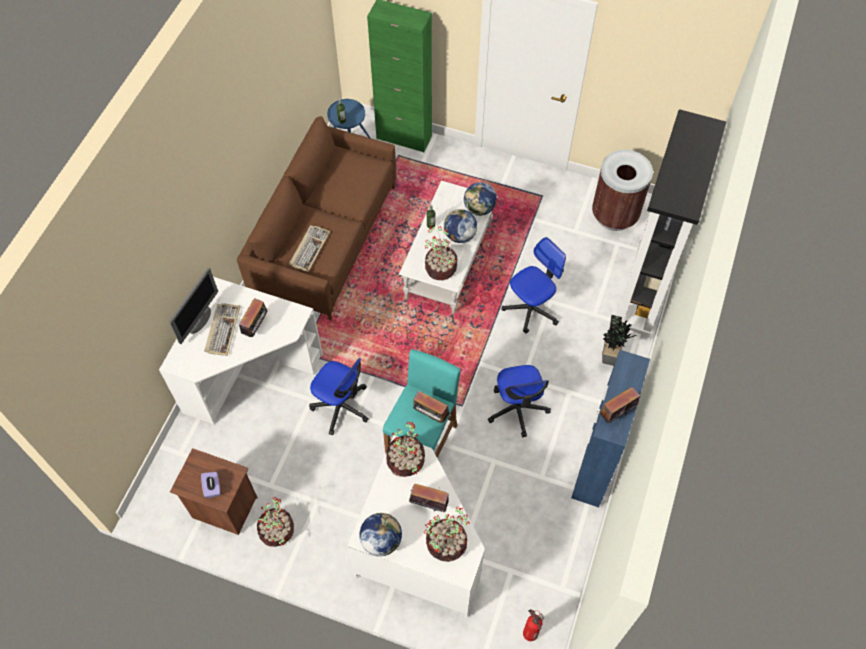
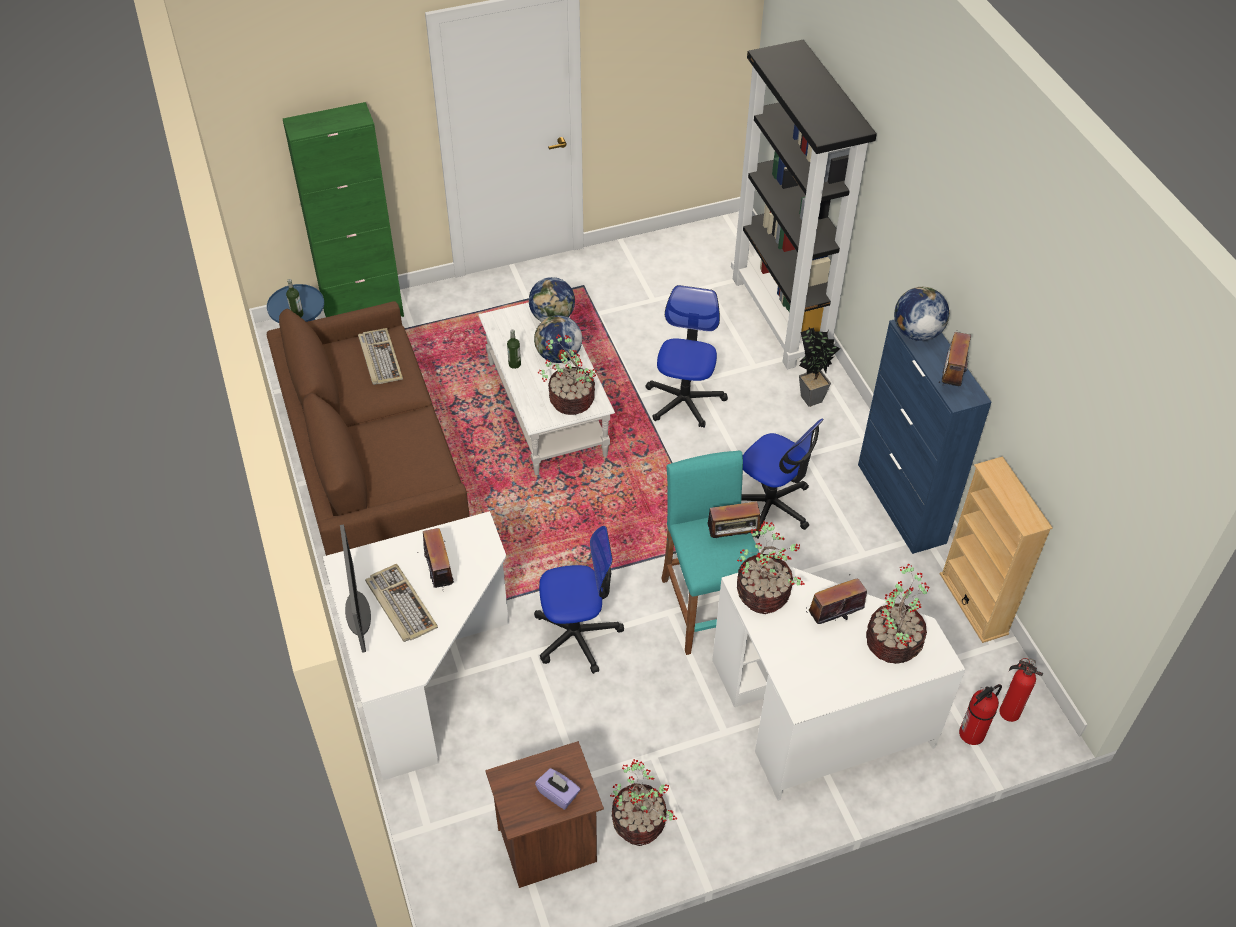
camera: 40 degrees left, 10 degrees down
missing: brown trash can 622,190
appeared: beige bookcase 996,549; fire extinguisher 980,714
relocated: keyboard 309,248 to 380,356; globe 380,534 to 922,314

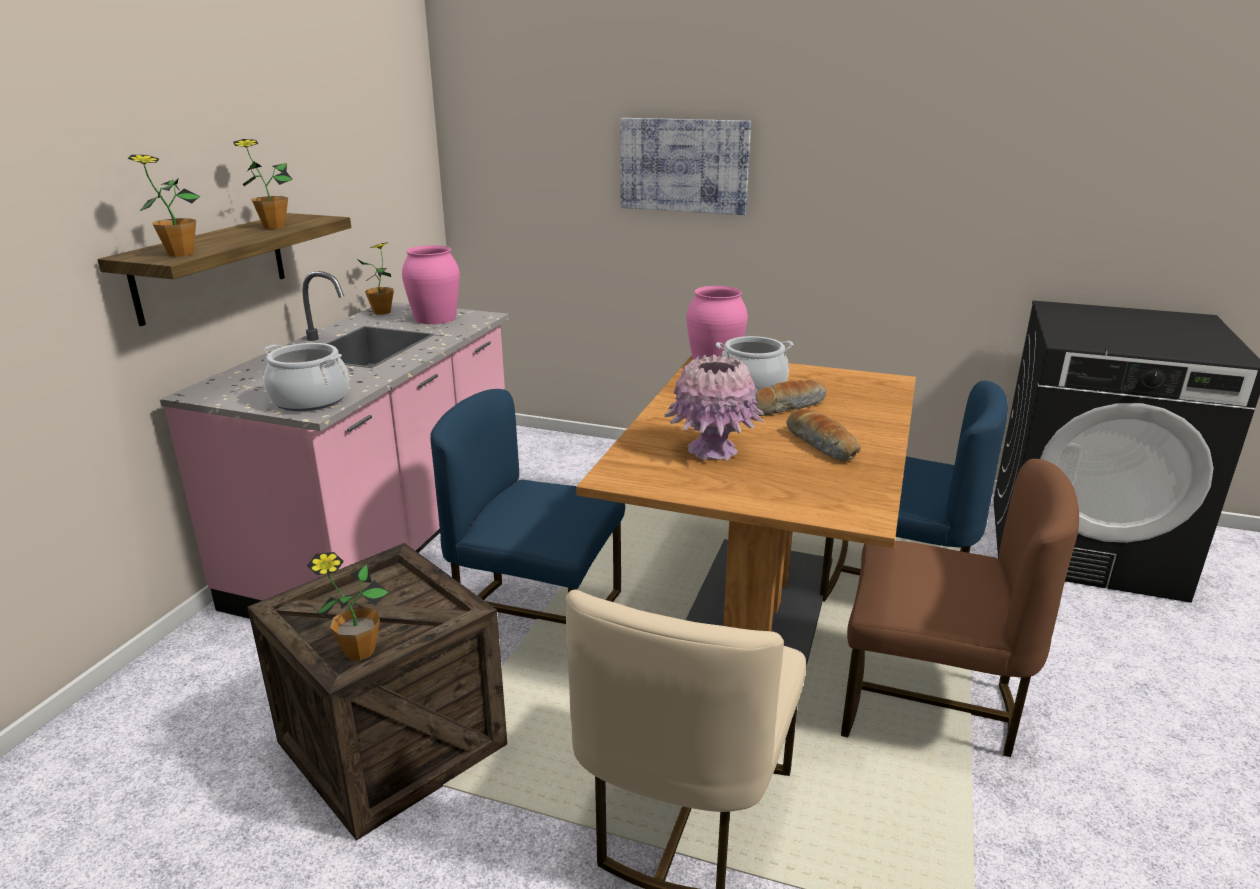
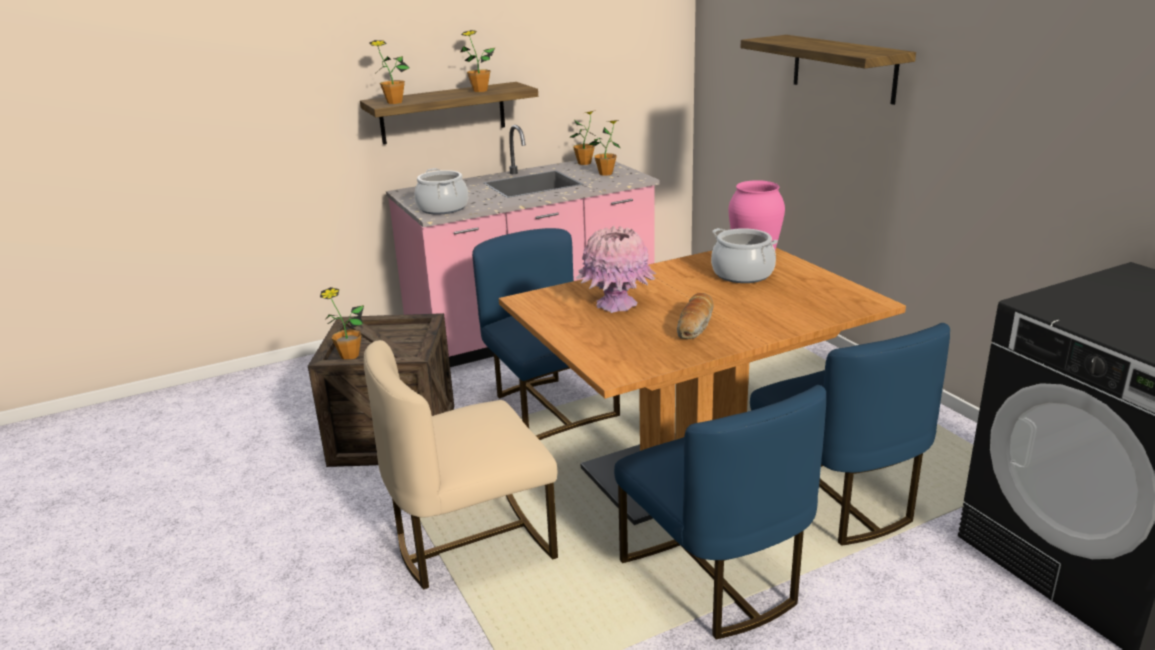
camera: 45 degrees right, 0 degrees up
missing: bread 790,398
exchanged: pink vase 431,284 to potted plant 604,148; picture 685,166 to shelf 828,70
colour: brown chair 960,608 to blue chair 720,512

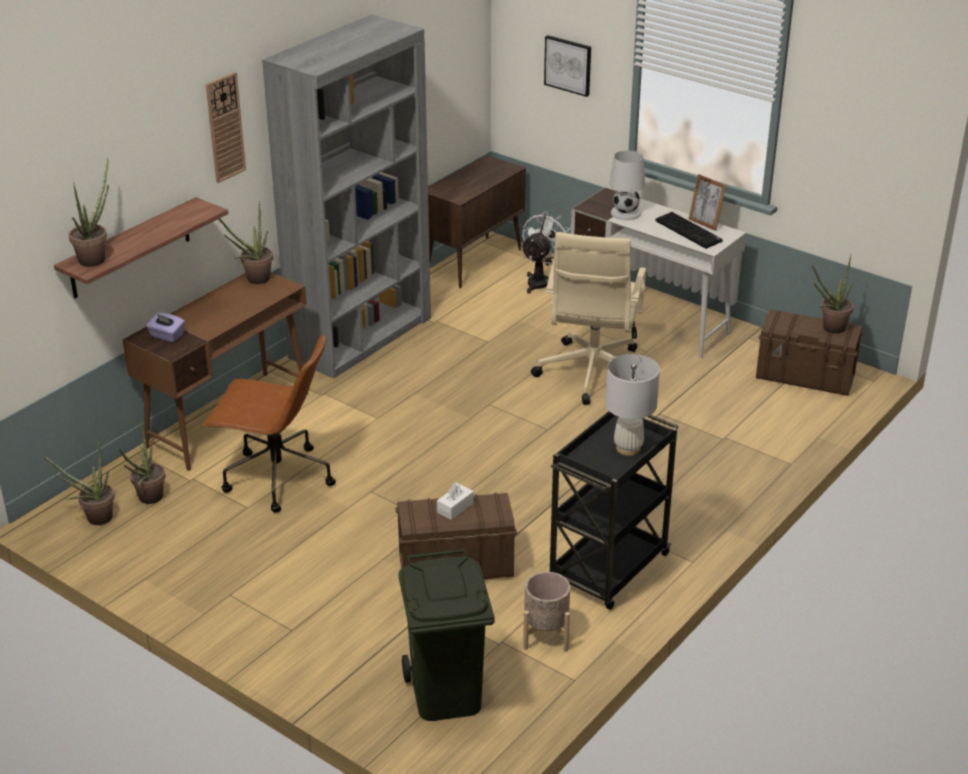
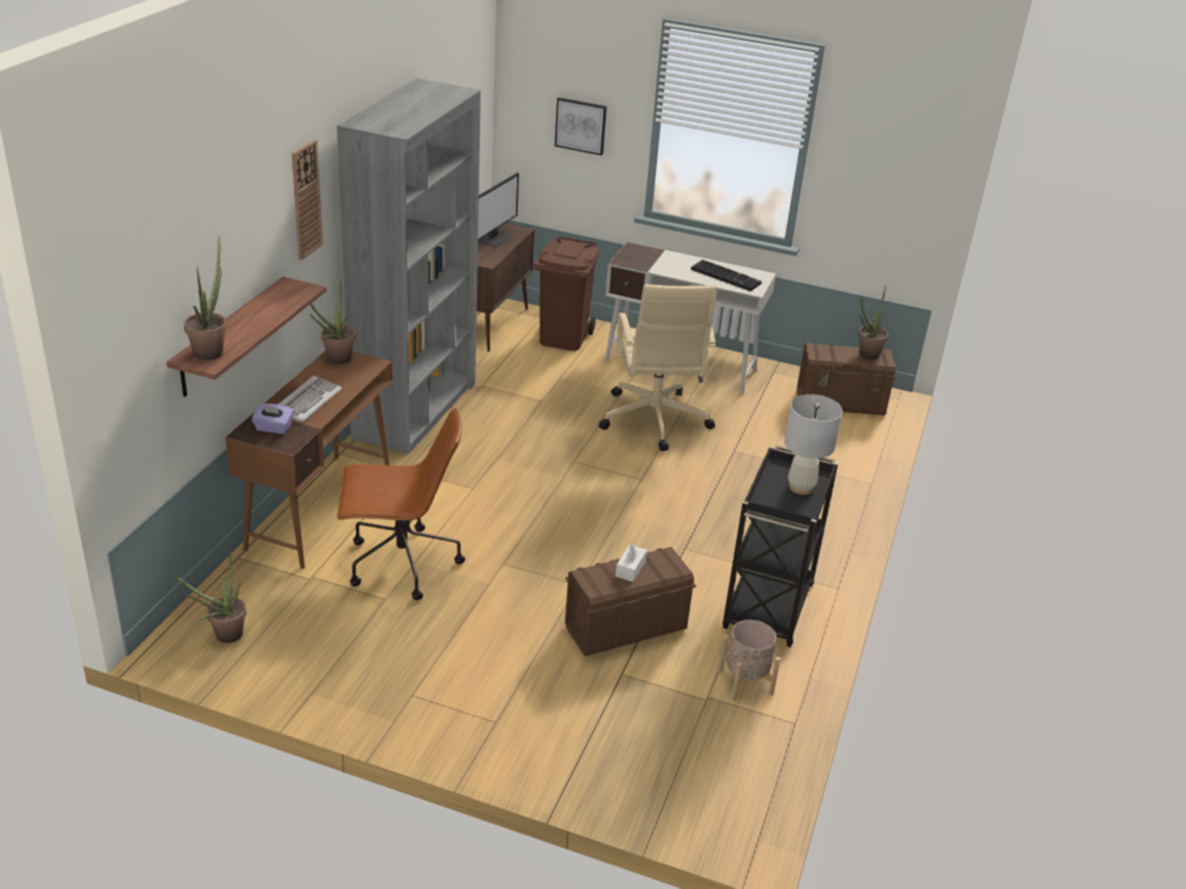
camera: 20 degrees left, 0 degrees up
missing: potted plant 142,461; green trash can 447,635; white table lamp 627,185; picture frame 707,202
appeared: keyboard 310,399; monitor 498,210
exchanged: white fan 546,252 to brown trash can 567,293

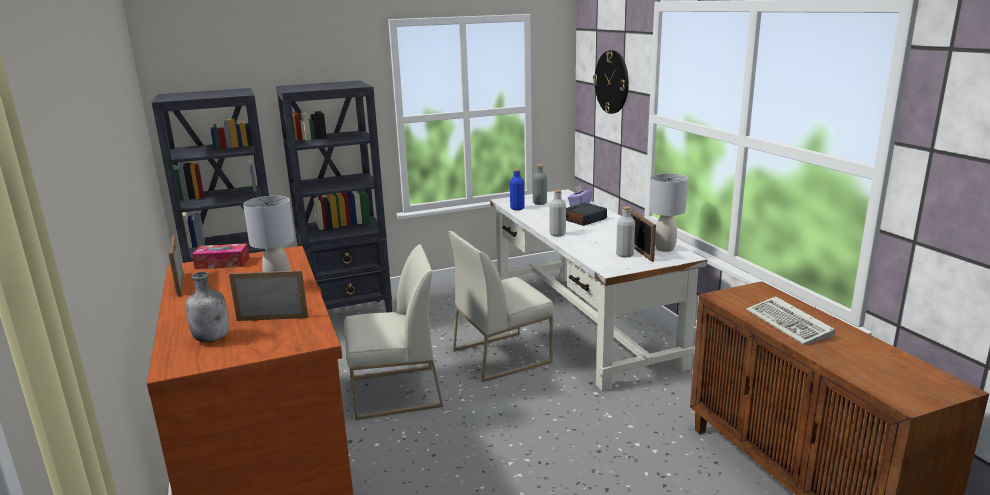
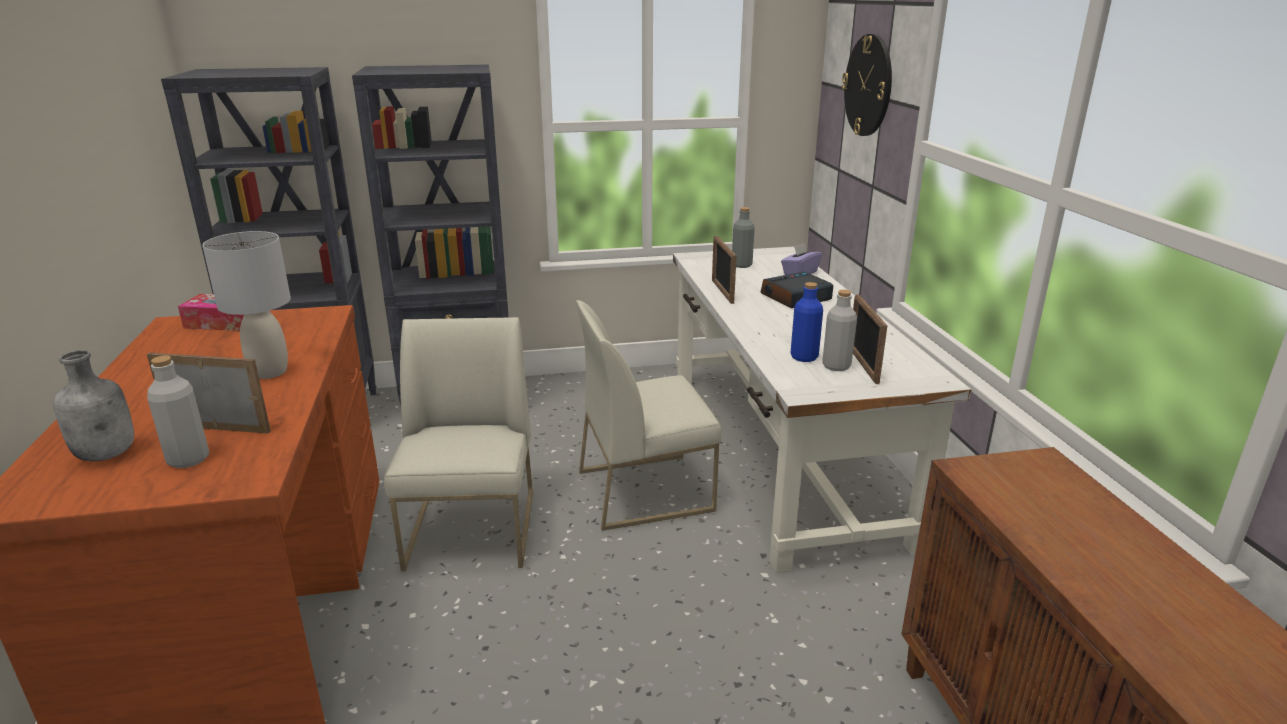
camera: 10 degrees right, 5 degrees up
missing: grey table lamp 668,212; keyboard 790,320
relocated: picture frame 176,265 to 724,270; blue bottle 517,189 to 807,322; grey bottle 557,213 to 178,412
spun: white chair 393,332 = 458,444 90 degrees counterclockwise

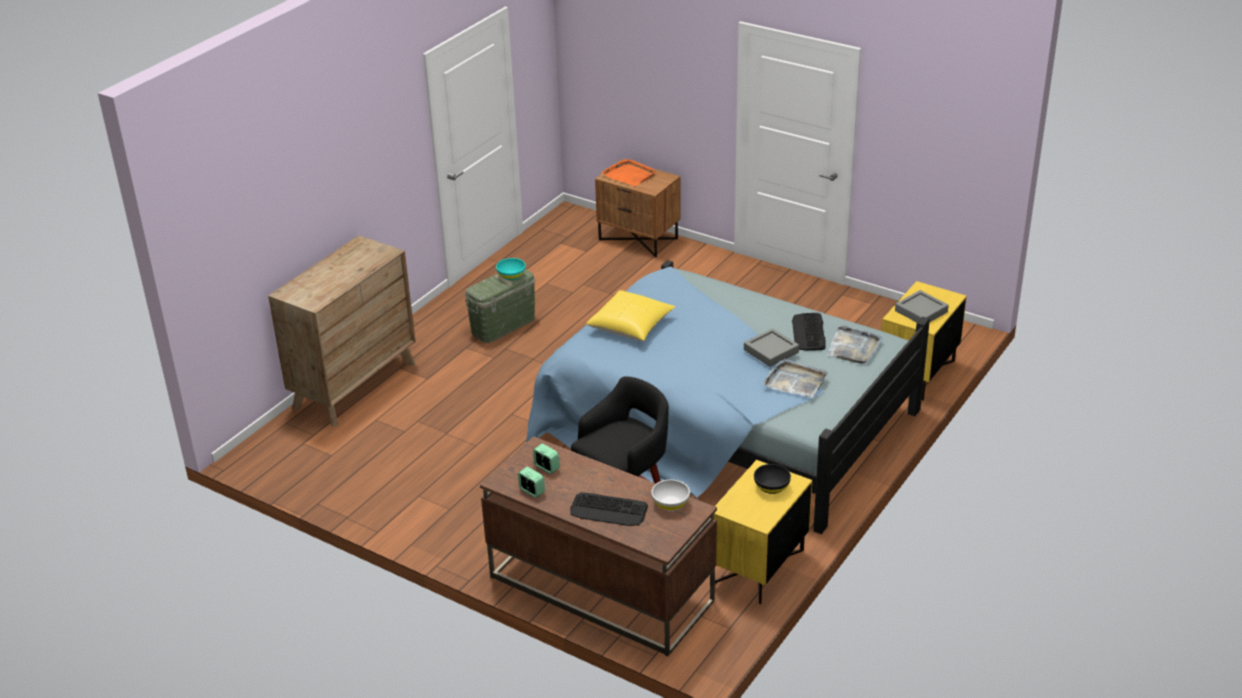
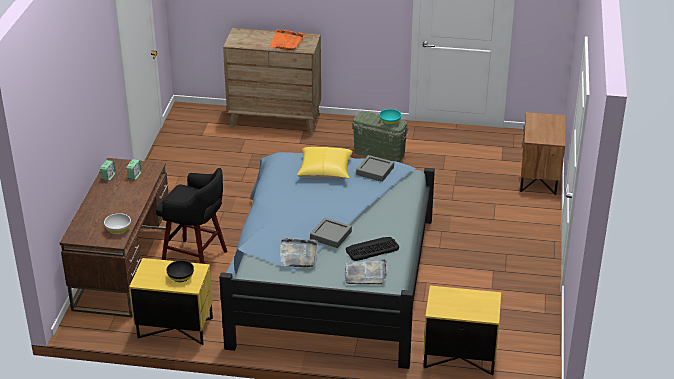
camera: 65 degrees right, 0 degrees up
missing: keyboard 609,509
relocated: orange tray 629,172 to 287,40; grey tray 922,306 to 375,168

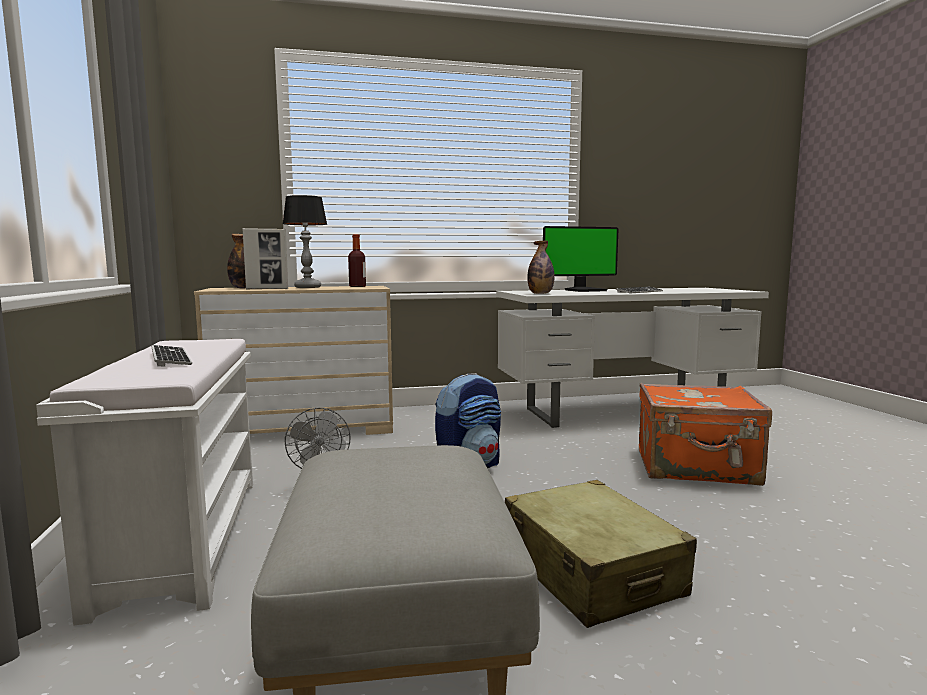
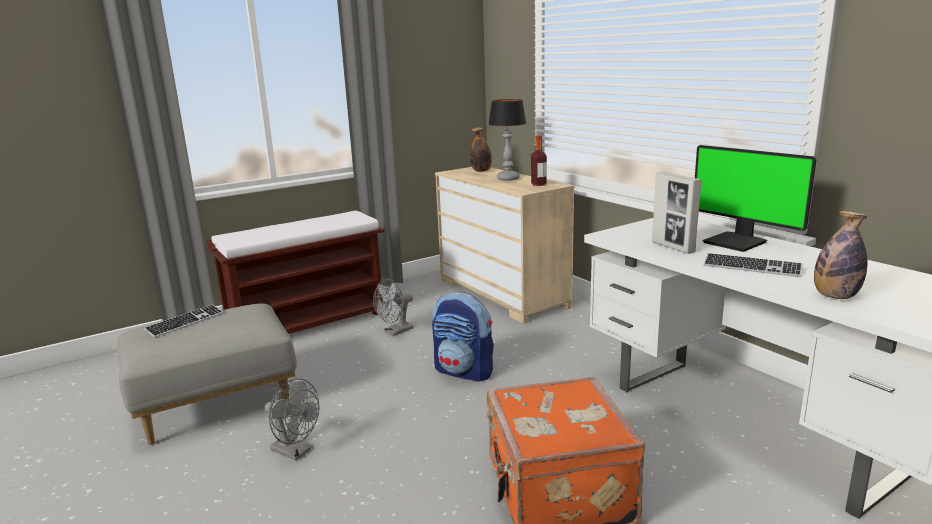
camera: 70 degrees right, 10 degrees up
relocated: keyboard 172,356 to 184,321; picture frame 265,259 to 677,213; bottle 541,267 to 841,255
exchanged: beige suitcase 601,554 to grey fan 292,419
colour: white bench 144,482 to brown bench 295,272

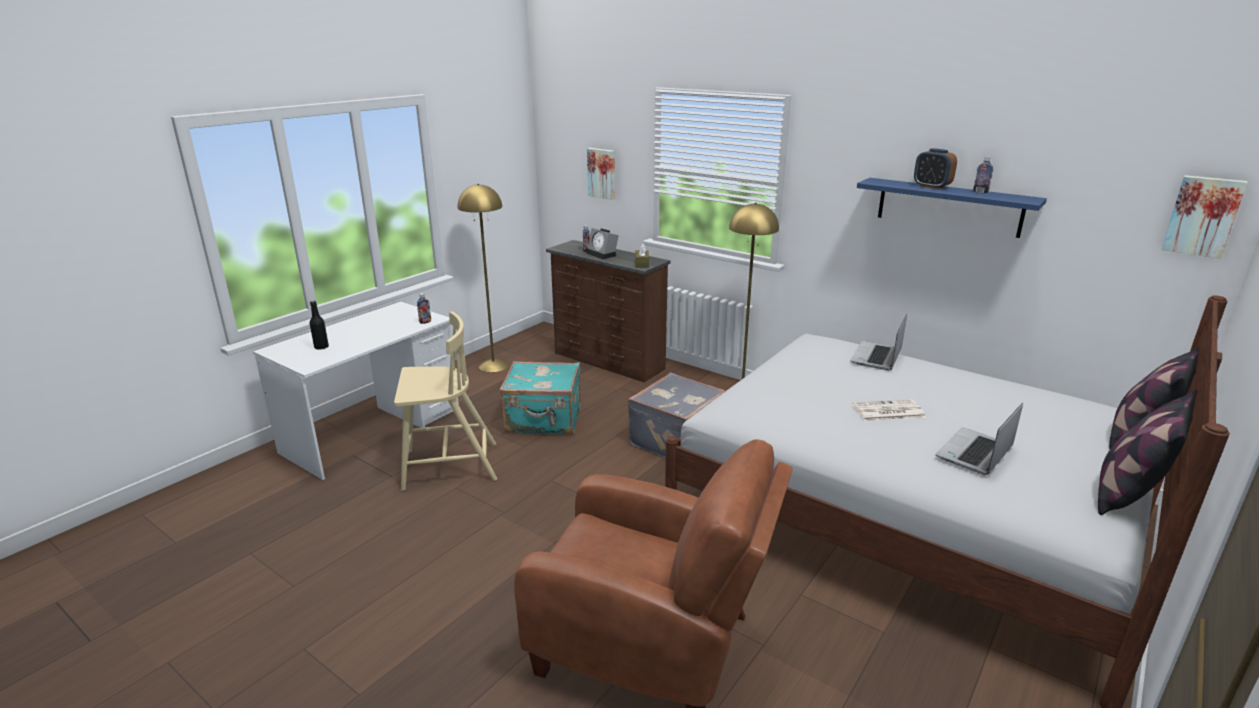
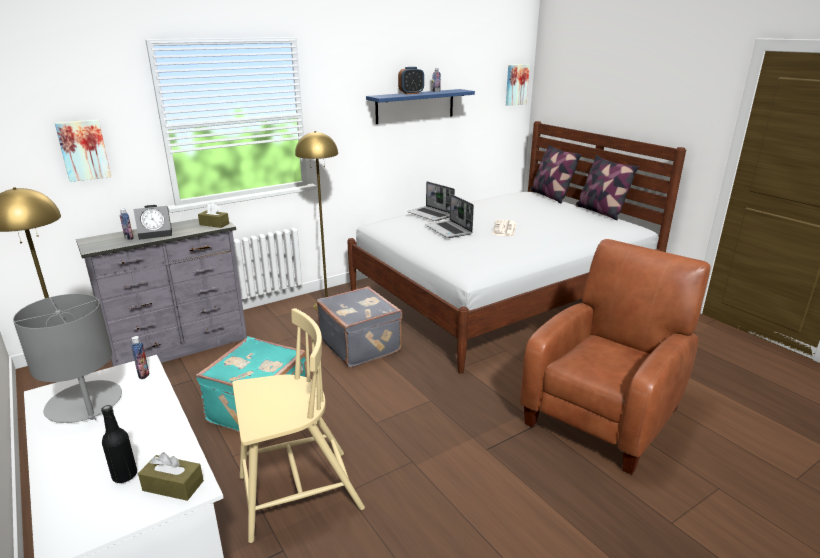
camera: 70 degrees left, 0 degrees up
appeared: grey table lamp 67,358; brown tissue box 171,476
relocated: laptop 979,439 to 450,216
colour: brown dresser 608,311 to grey dresser 161,293
spun: beige chair 445,401 = 298,425 60 degrees clockwise

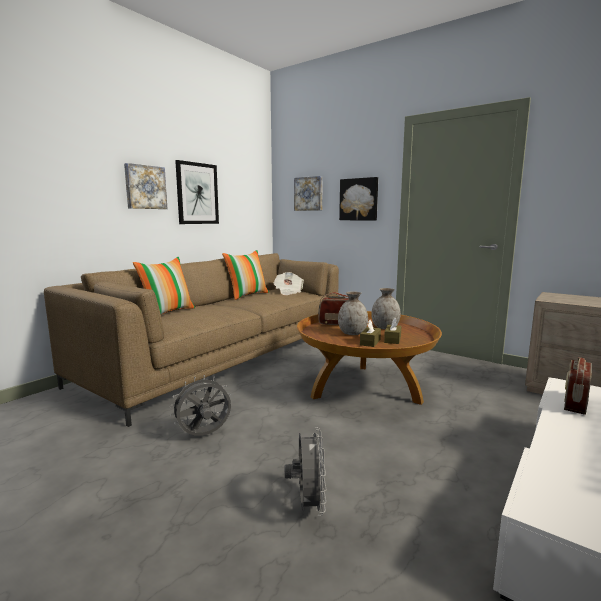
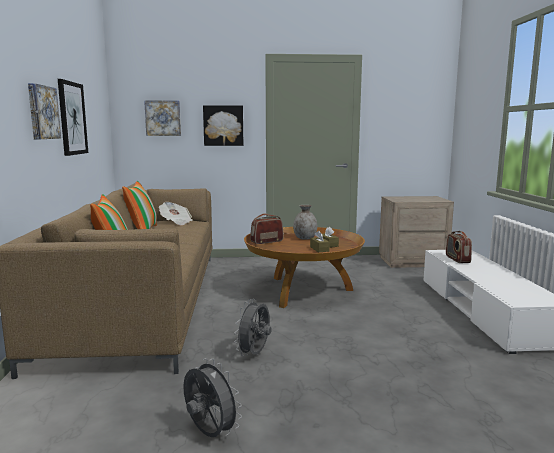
camera: 40 degrees left, 0 degrees up
missing: grey vase 353,313
relocated: grey fan 305,471 to 212,397

